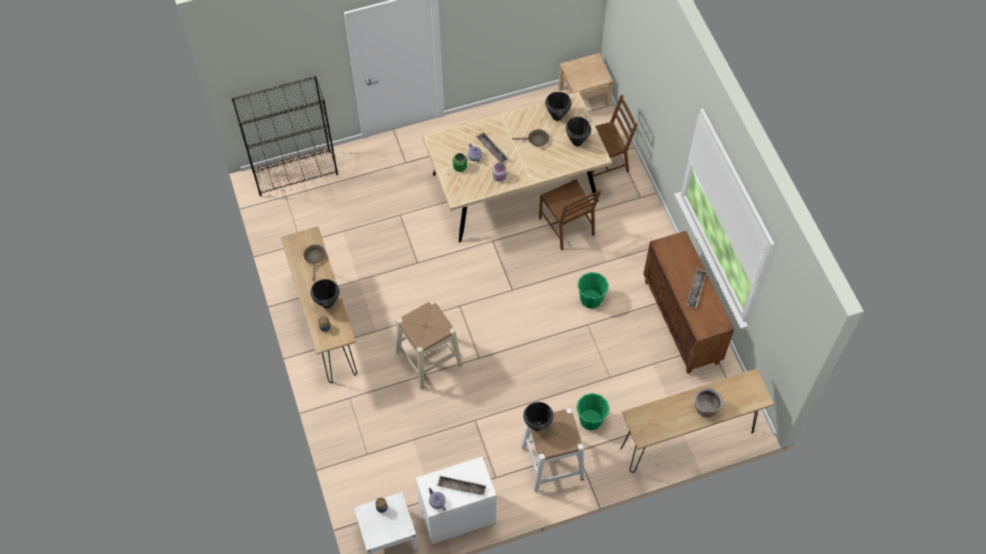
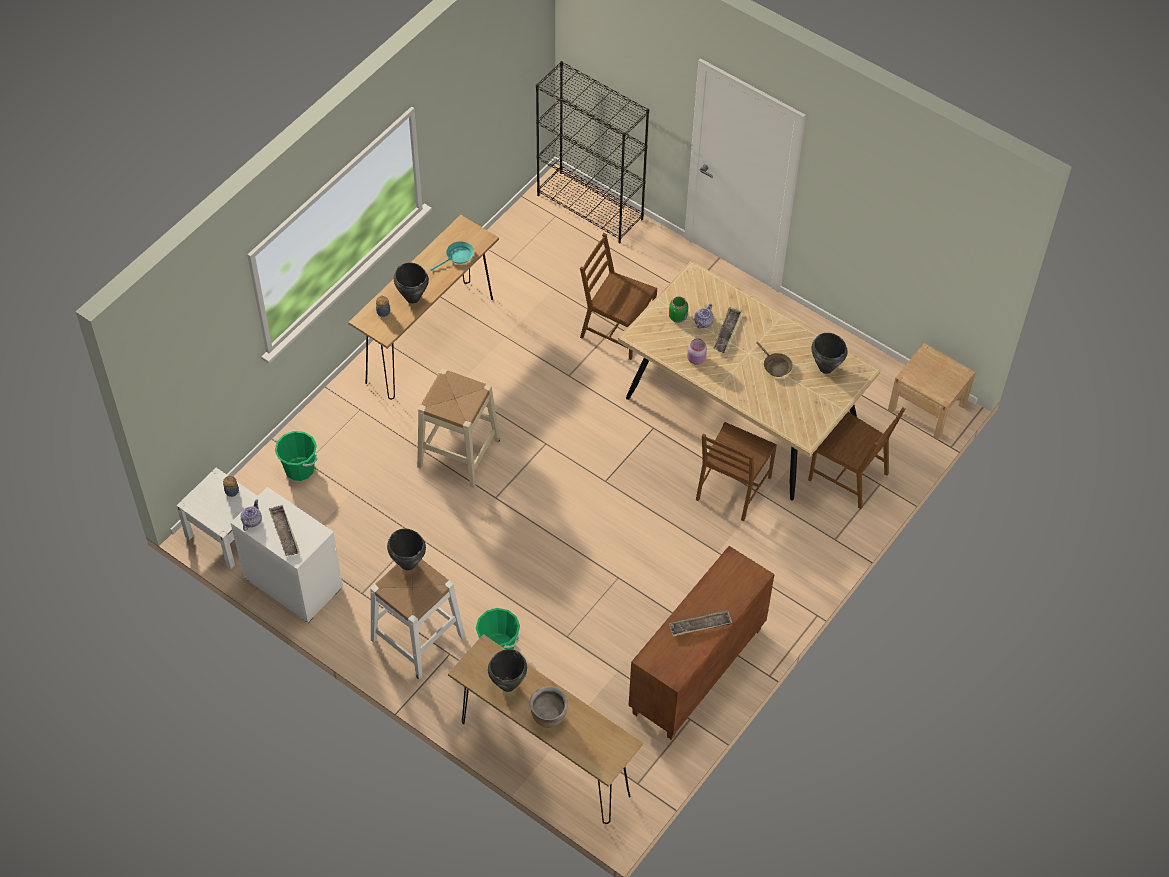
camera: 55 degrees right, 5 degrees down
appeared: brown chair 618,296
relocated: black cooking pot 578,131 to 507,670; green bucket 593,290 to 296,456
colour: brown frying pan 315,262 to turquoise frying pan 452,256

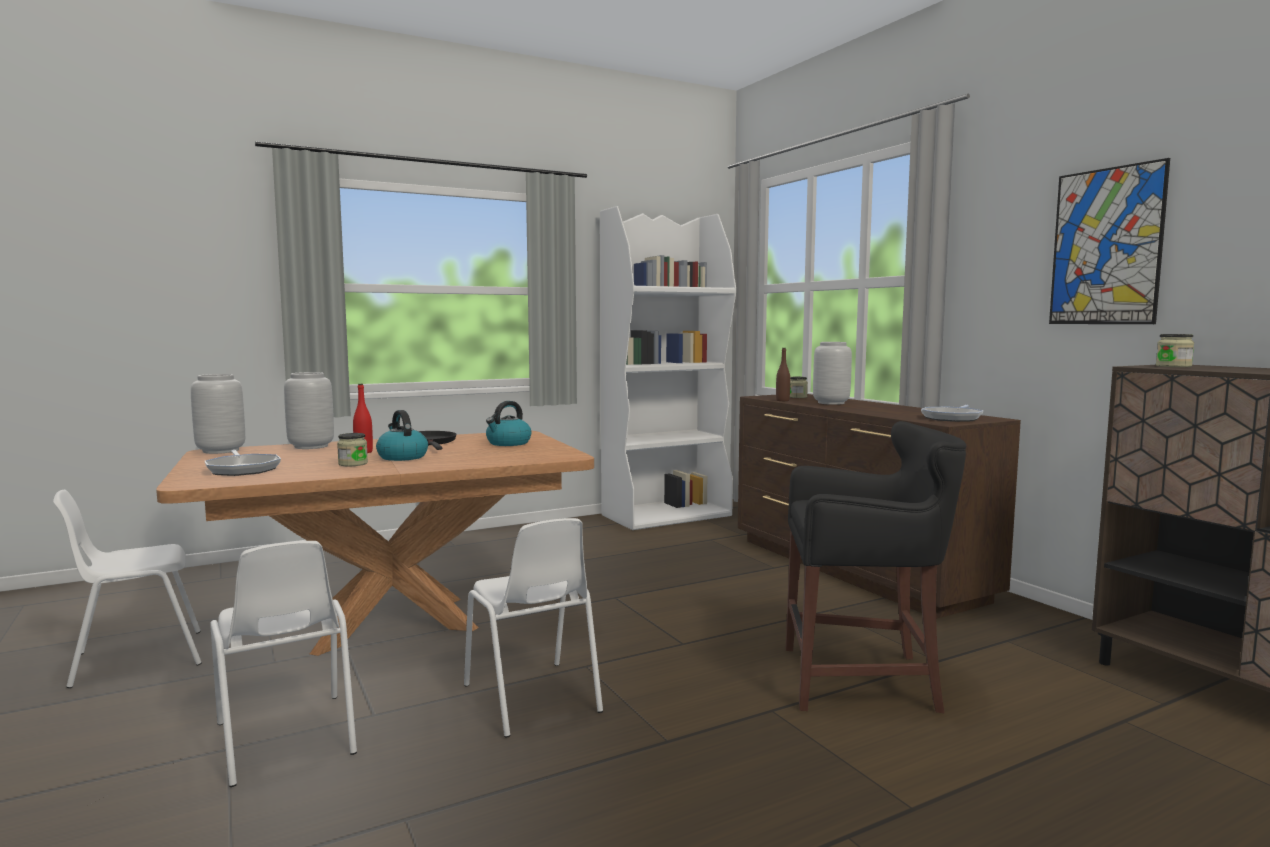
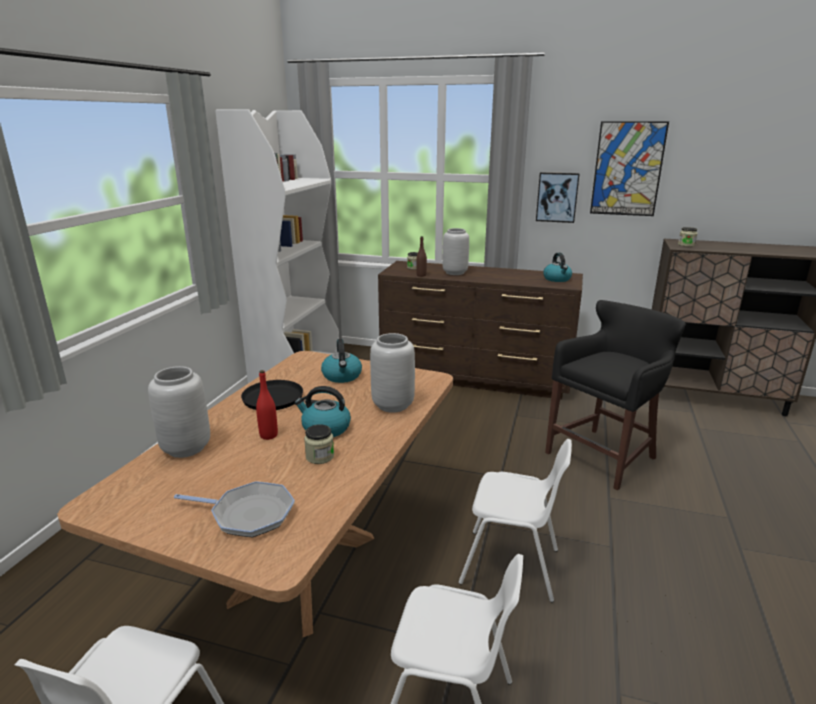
camera: 45 degrees left, 15 degrees up
appeared: picture 558,197
relocated: grey vase 218,414 to 392,373
exchanged: frying pan 952,413 to kettle 557,267

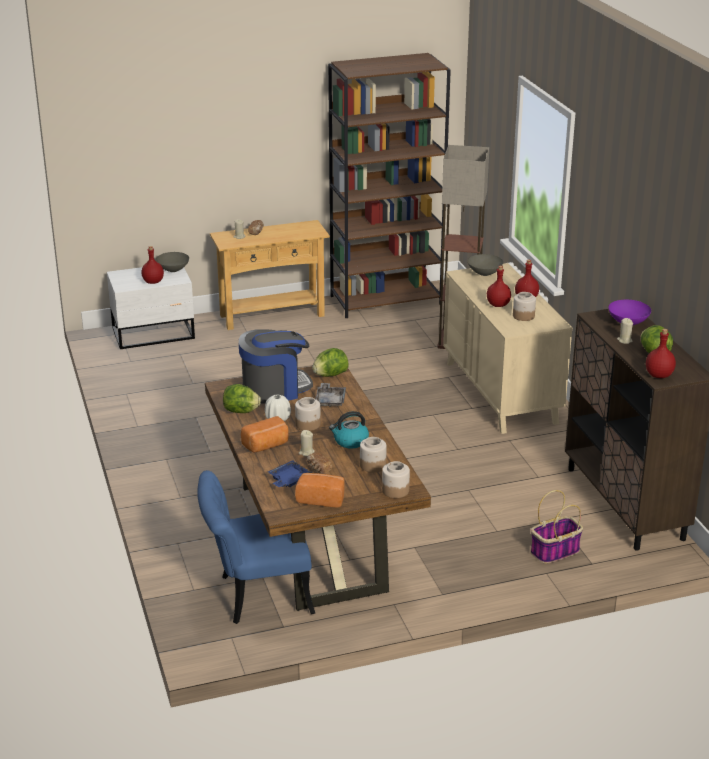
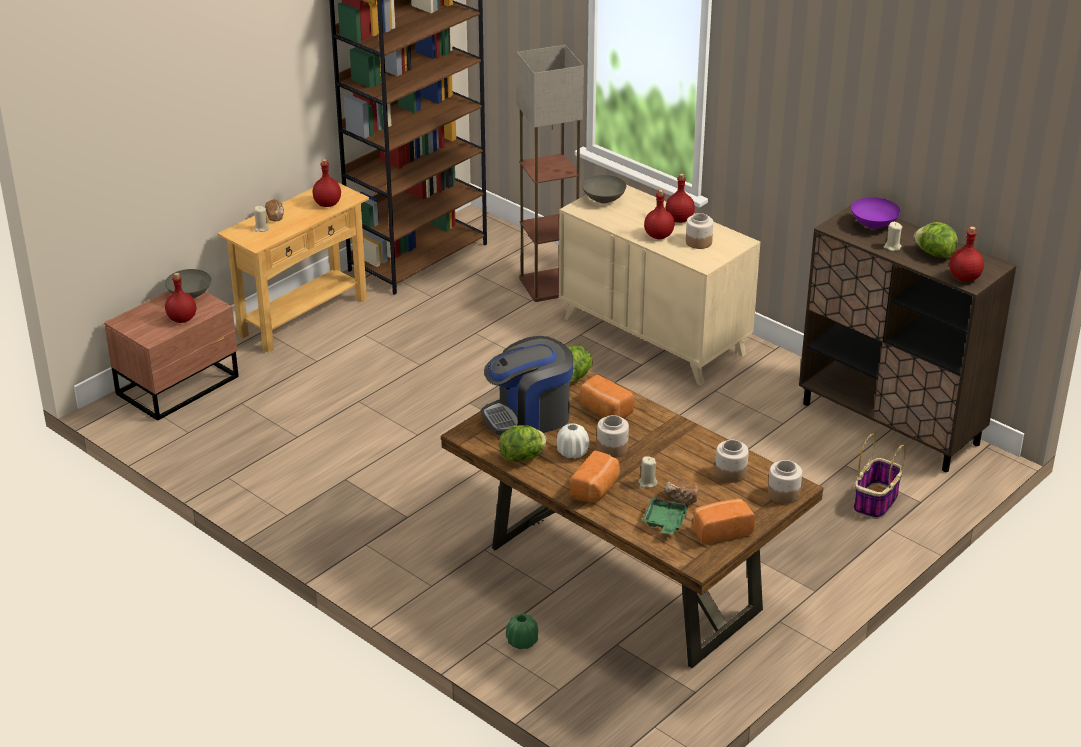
camera: 30 degrees left, 5 degrees up
missing: blue chair 256,547; kettle 349,430
appeared: red bottle 326,183; green vase 522,631
exchanged: grey tray 330,395 to bread 607,396
colour: white nightstand 151,308 to brown nightstand 171,356; blue tray 290,473 to green tray 665,516
spun: coffee machine 276,366 = 527,385 150 degrees counterclockwise

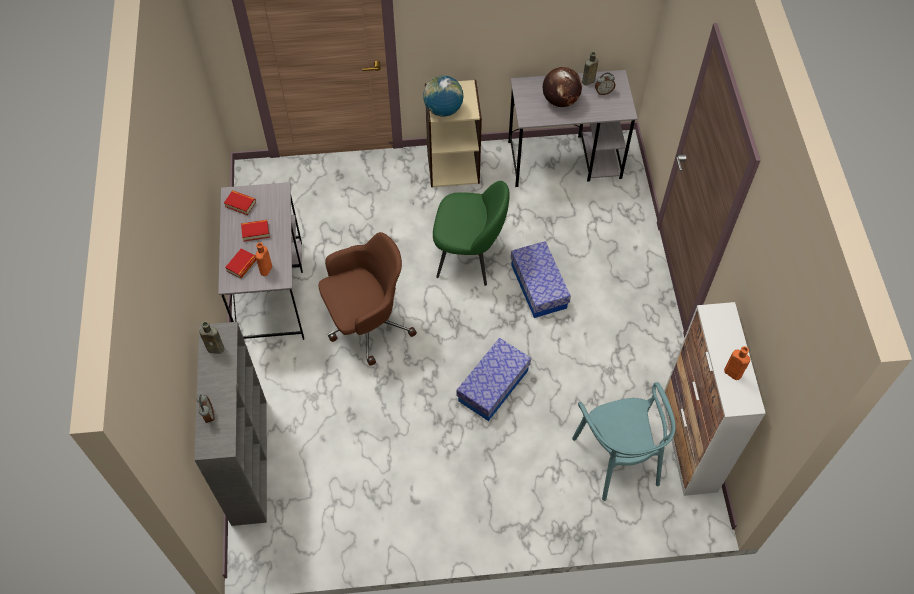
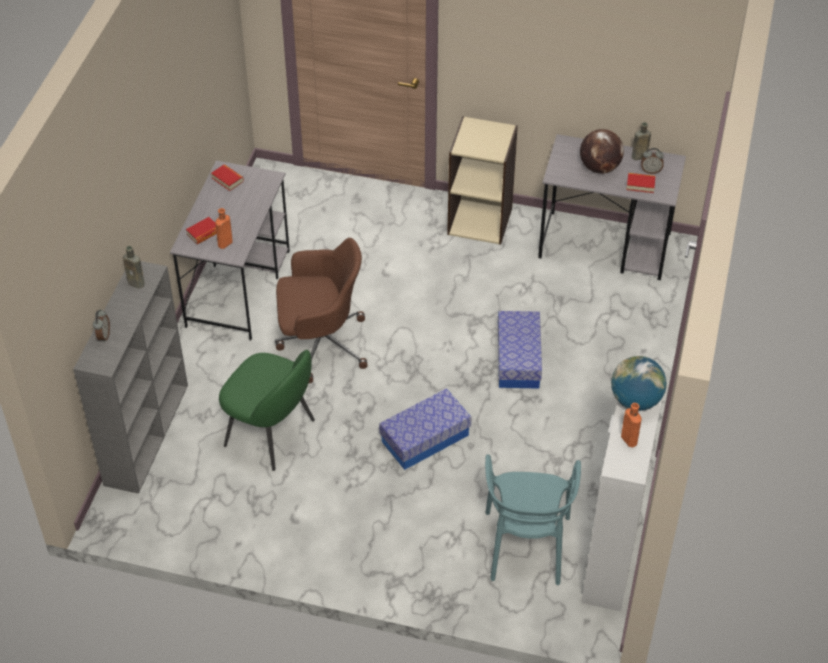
camera: 20 degrees right, 10 degrees down
relocated: book 255,230 to 641,183; globe 443,96 to 639,383; green chair 471,233 to 267,410

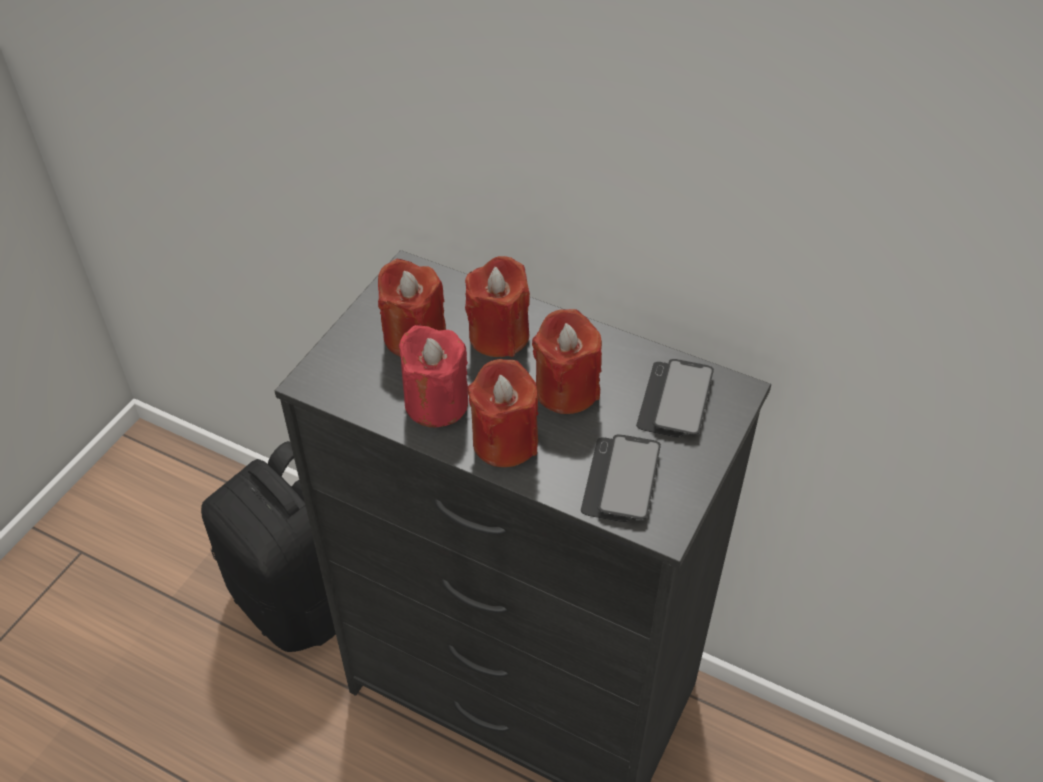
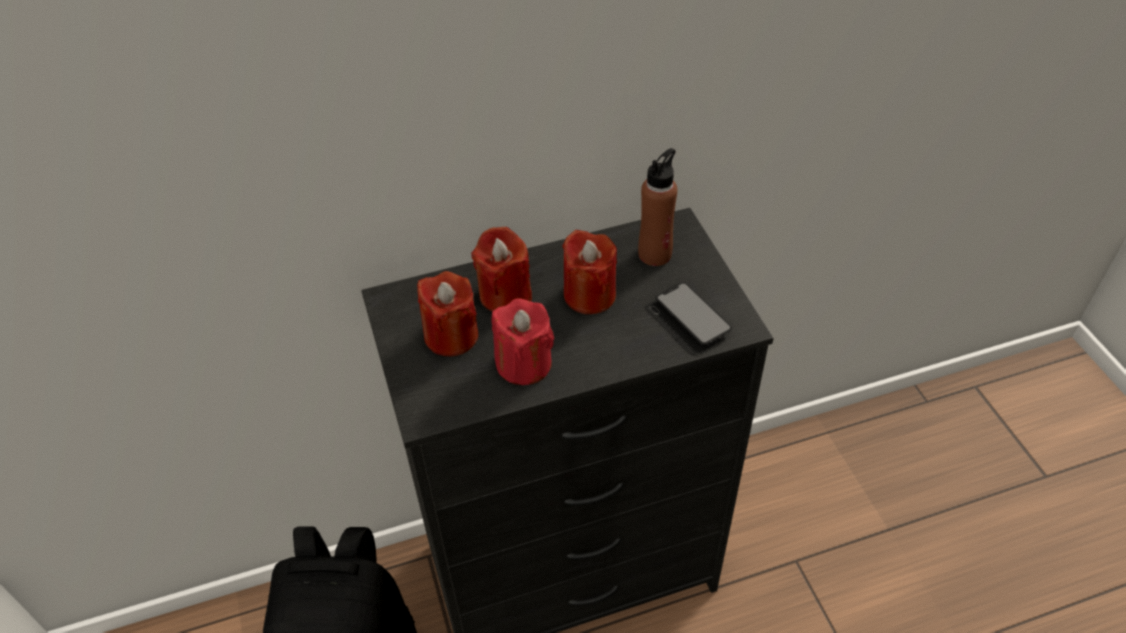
camera: 45 degrees left, 0 degrees up
missing: red candle 502,413
exchanged: phone 675,398 to brown bottle 657,207

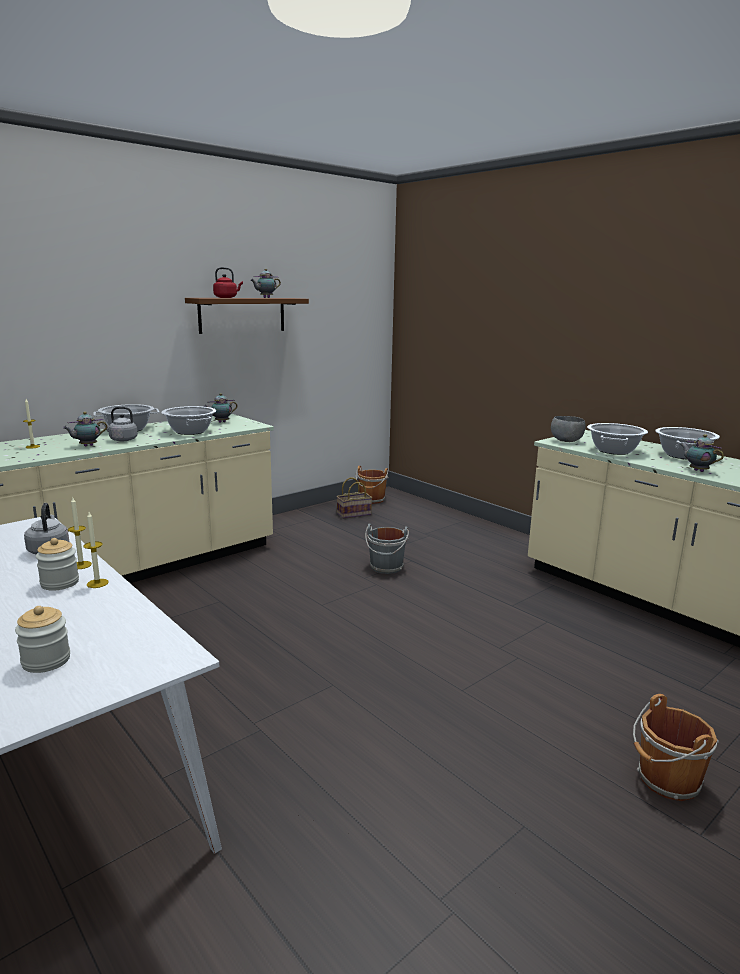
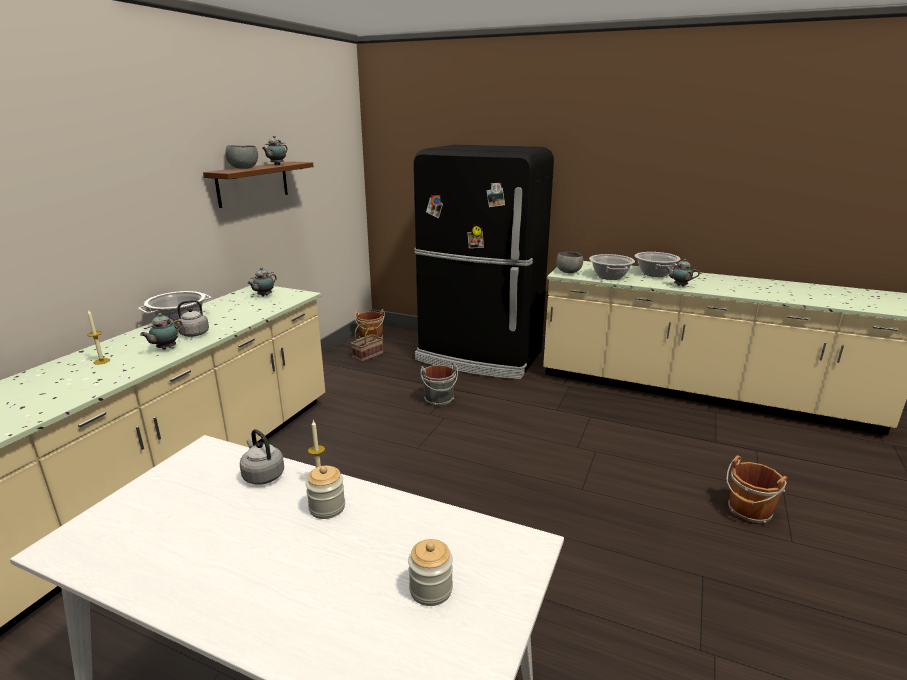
camera: 25 degrees left, 5 degrees up
missing: candle 96,550; cooking pot 188,420
appeared: black fridge 483,262
exchanged: red kettle 228,282 to grey bowl 241,157

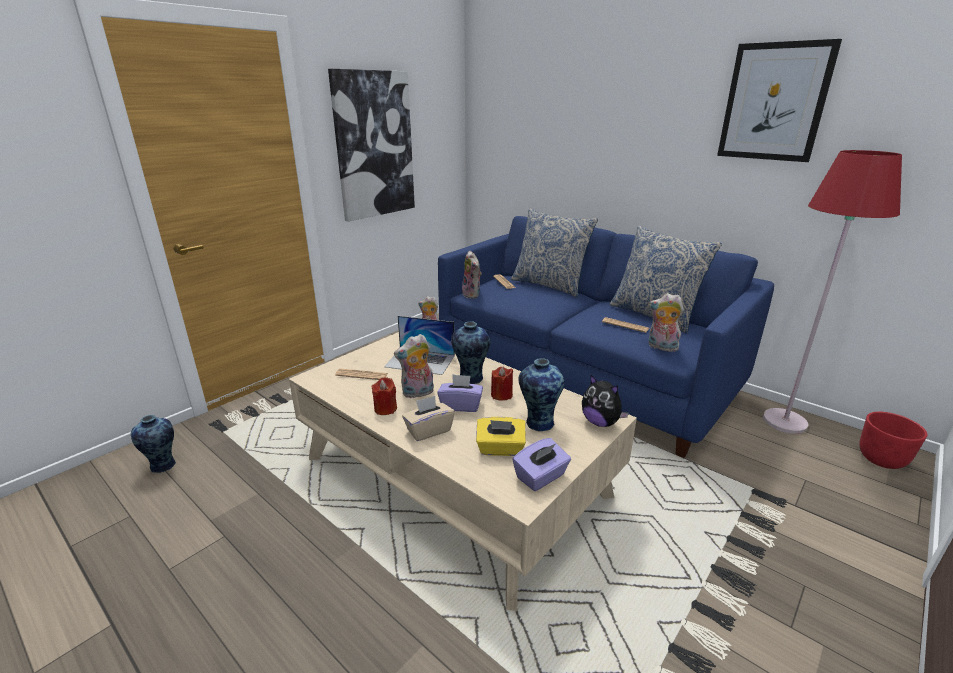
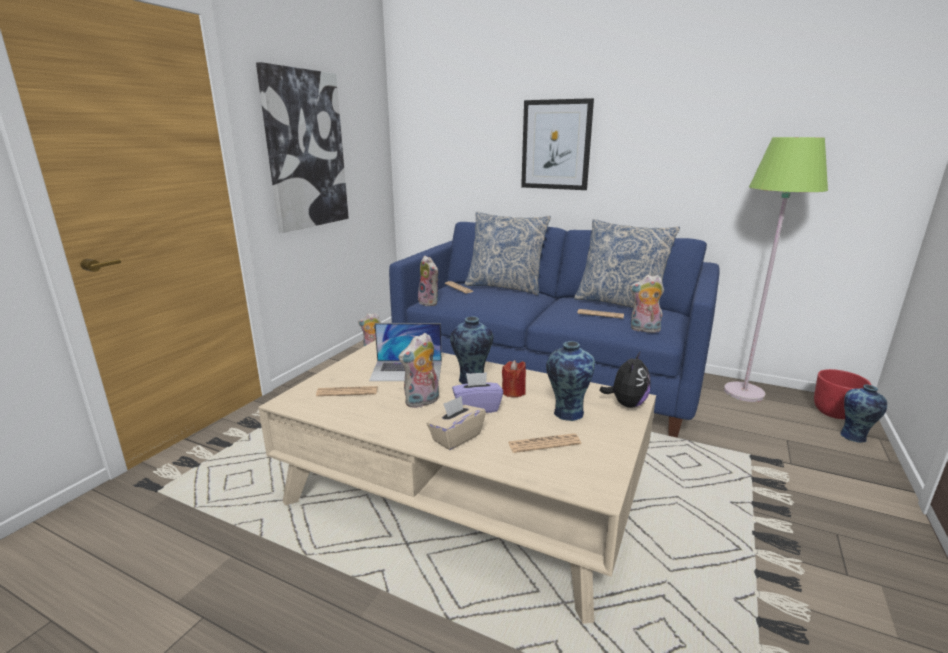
camera: 15 degrees left, 5 degrees down
missing: red candle 384,396; purple tissue box 542,464
relocated: vase 153,444 to 864,414; picture 779,100 to 557,144
exchanged: yellow tissue box 501,436 to newspaper 544,443
colour: red floor lamp 832,292 to green floor lamp 776,269
spun: plush toy 605,401 = 624,379 90 degrees counterclockwise

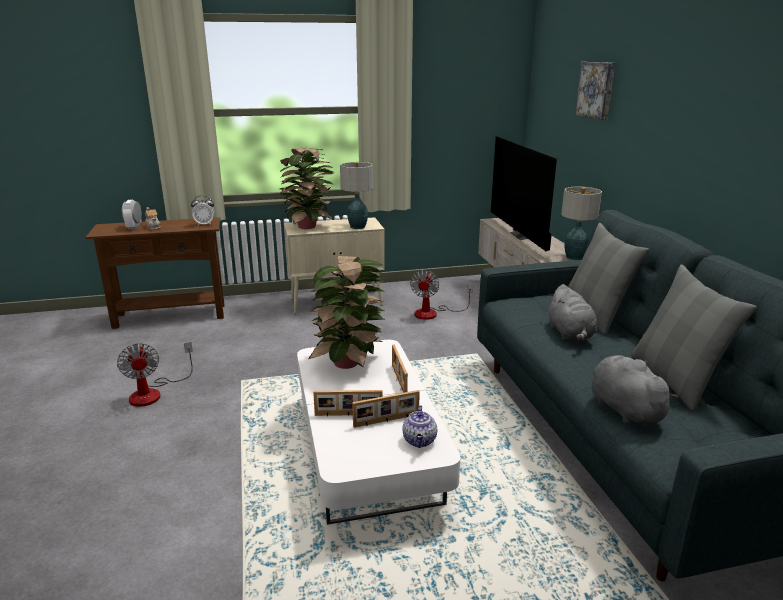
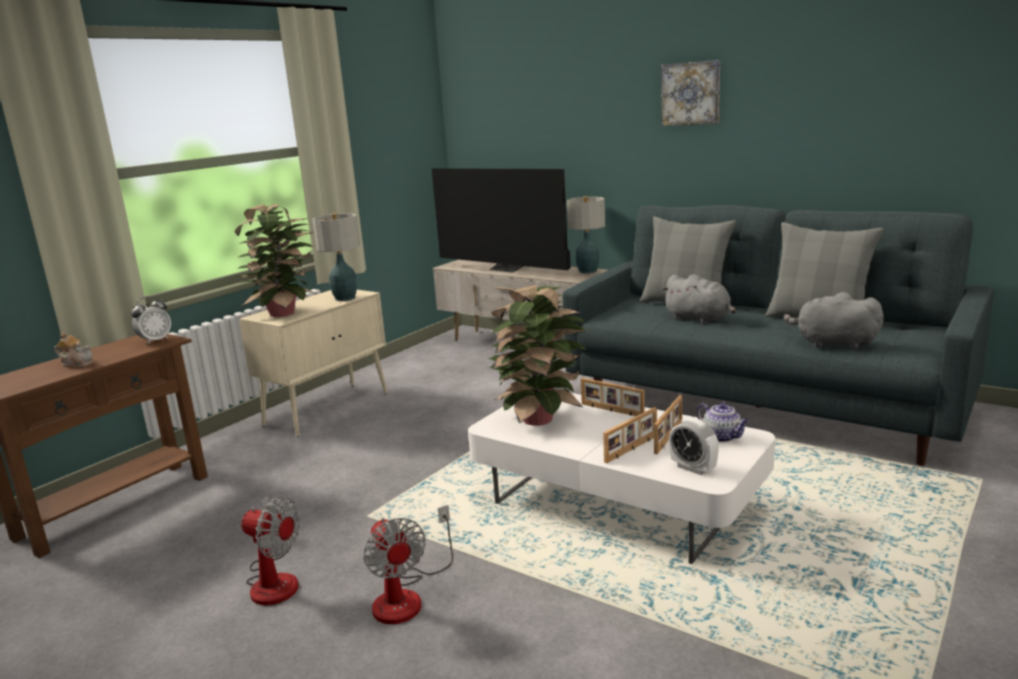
camera: 40 degrees left, 5 degrees down
relocated: alarm clock 132,214 to 694,446; fan 441,295 to 408,564; picture 595,91 to 690,93

